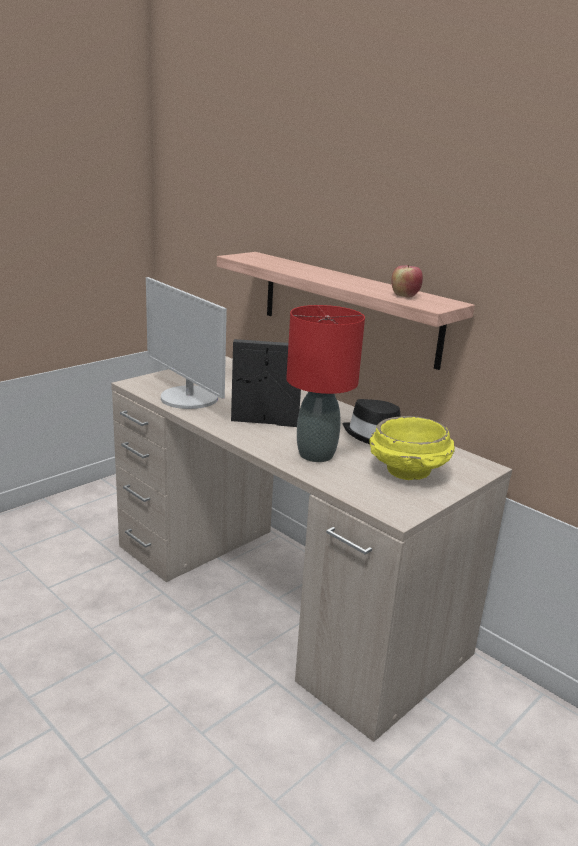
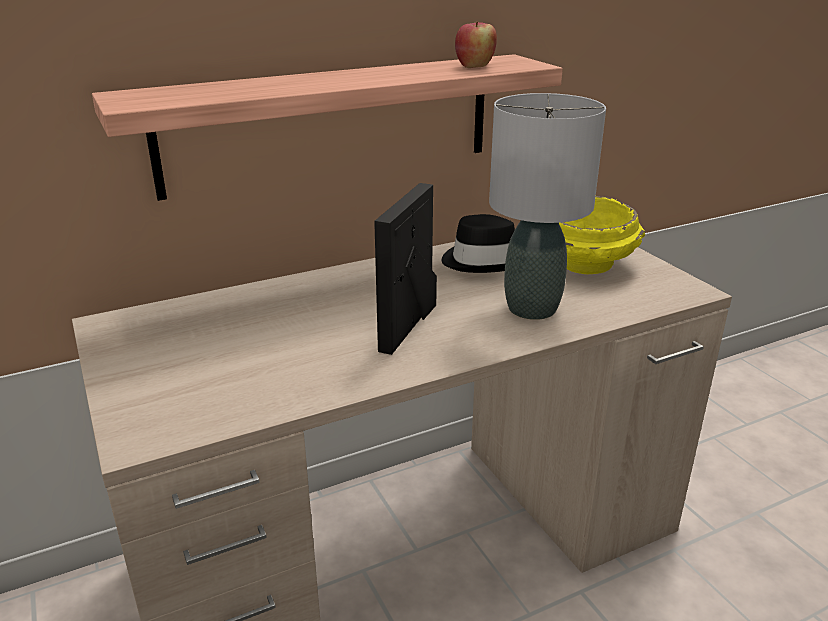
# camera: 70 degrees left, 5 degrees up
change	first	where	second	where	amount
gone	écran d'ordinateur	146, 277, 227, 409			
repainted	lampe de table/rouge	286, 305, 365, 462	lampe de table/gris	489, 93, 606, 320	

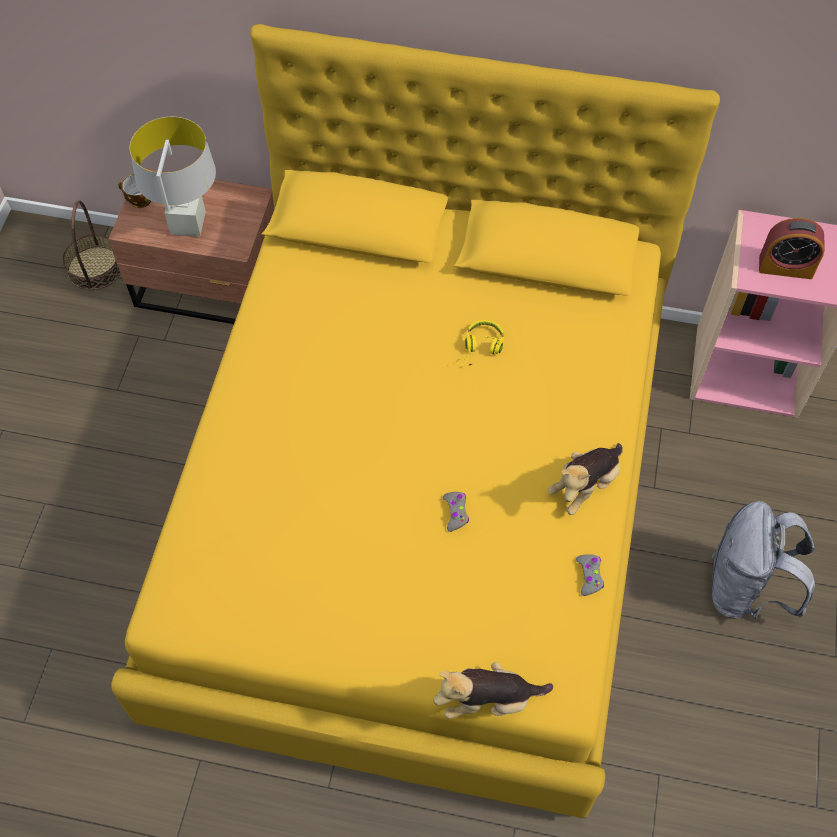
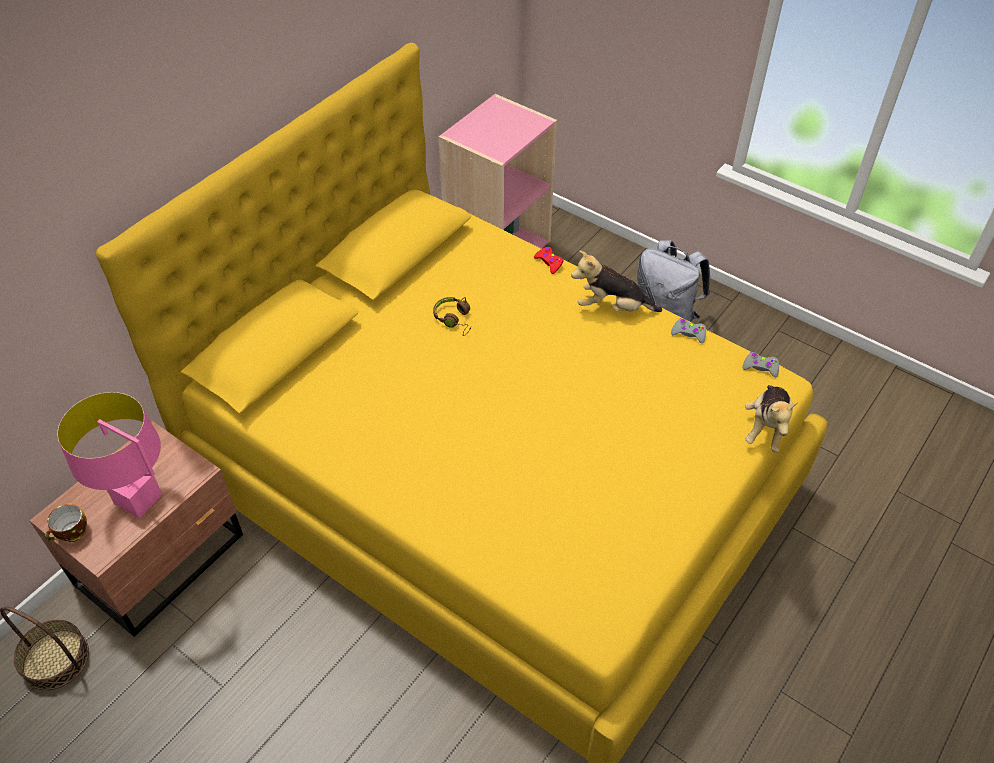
# camera: 65 degrees left, 10 degrees down
change	first	where	second	where	amount
repainted	lampe de table/gris	130, 117, 216, 237	lampe de table/rose	57, 392, 162, 518	
shifted	manette/gris	443, 492, 469, 532		742, 352, 779, 377	
repainted	casque audio/jaune	456, 320, 504, 366	casque audio/marron	433, 297, 472, 336	
rotated	peluche	548, 443, 623, 515		571, 251, 662, 312	120 degrees clockwise
gone	réveil	759, 218, 825, 279			
new			manette/rouge	534, 247, 564, 274	

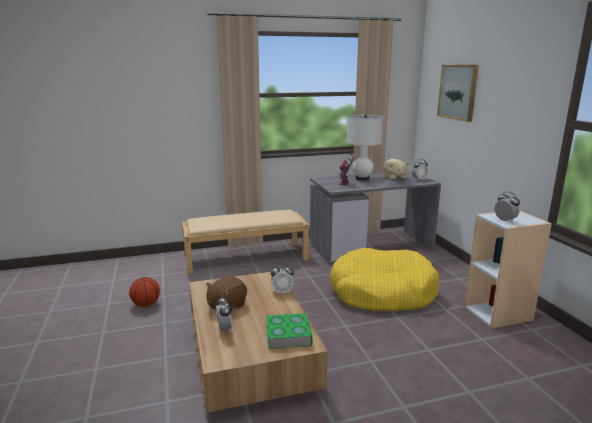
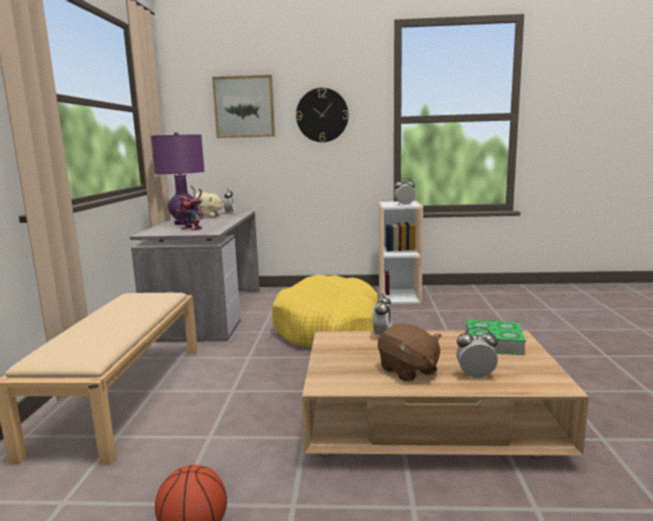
# camera: 70 degrees left, 5 degrees down
change	first	where	second	where	amount
repainted	lampe de table/blanc	347, 114, 383, 180	lampe de table/violet	151, 132, 205, 225	
new			horloge murale	296, 88, 349, 142	

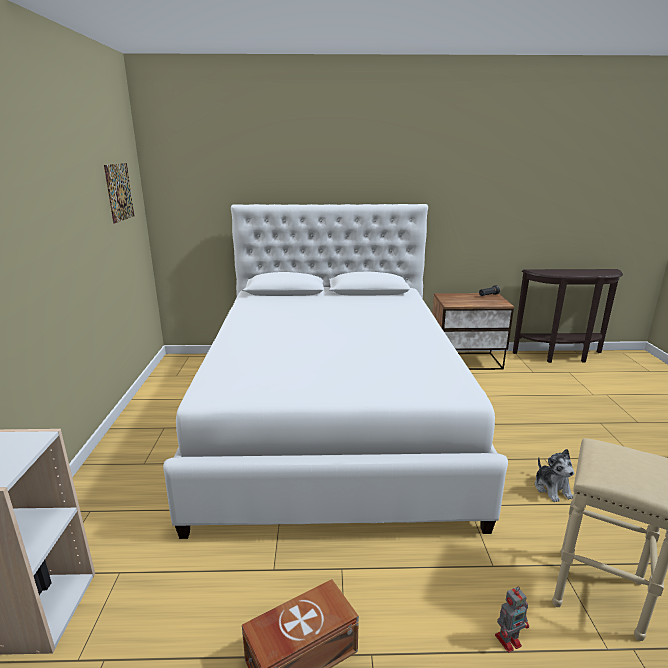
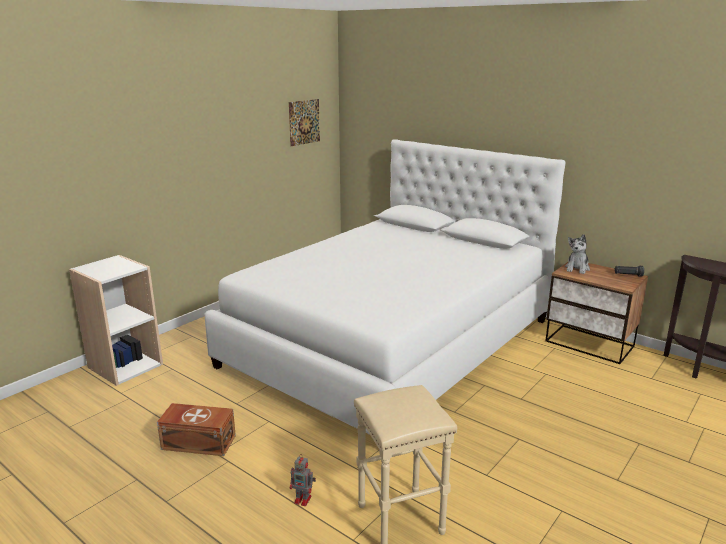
# camera: 40 degrees right, 0 degrees up
change	first	where	second	where	amount
shifted	peluche	535, 449, 574, 502		565, 234, 590, 274	

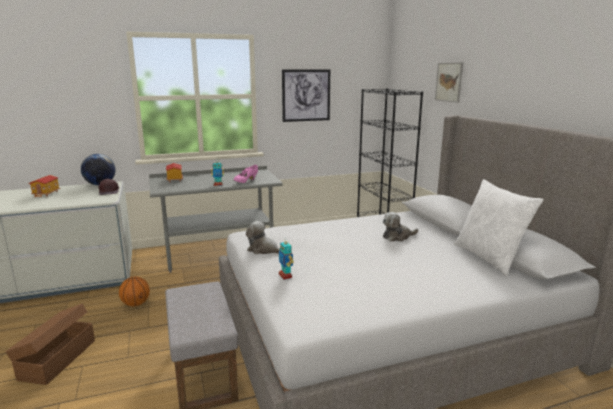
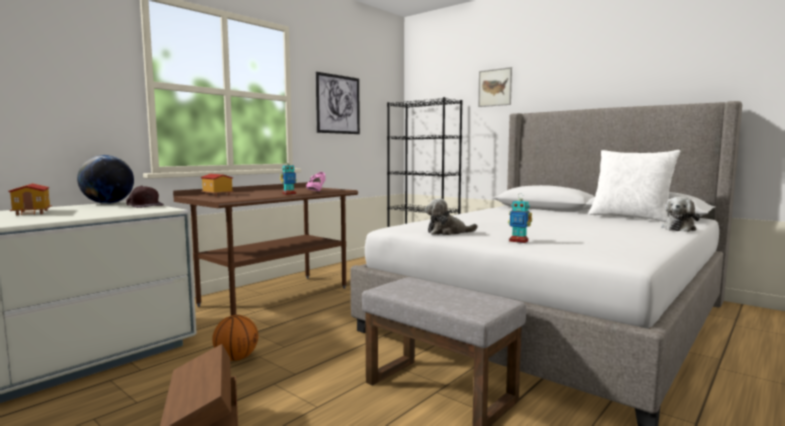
# camera: 30 degrees left, 10 degrees down
change	first	where	second	where	amount
repainted	bureau/gris	149, 166, 283, 273	bureau/marron	173, 182, 358, 316	
shifted	peluche	383, 212, 418, 241		661, 197, 700, 232	

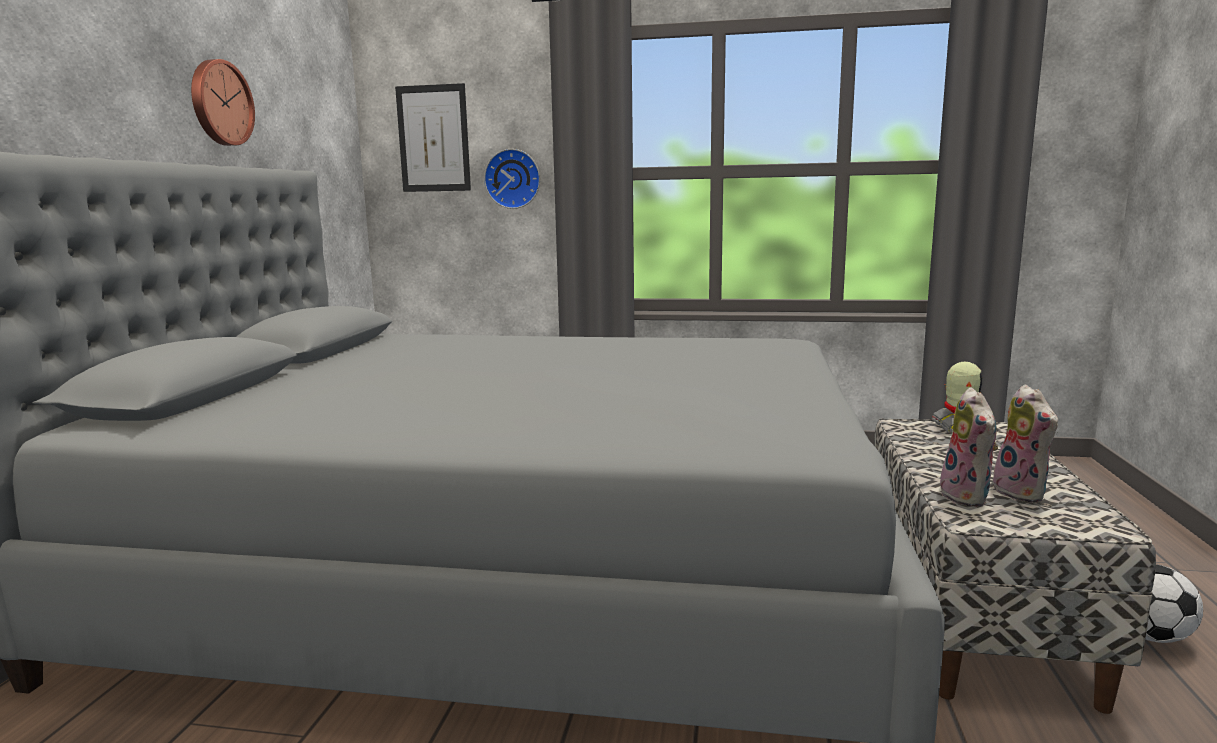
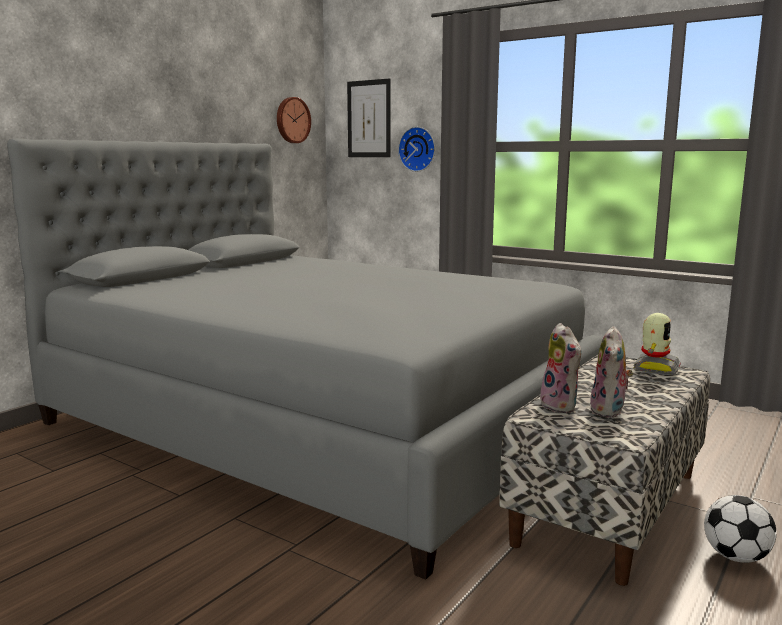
# camera: 25 degrees right, 0 degrees up
change	first	where	second	where	amount
shifted	horloge murale	191, 59, 255, 146		277, 97, 311, 143	
rotated	peluche	938, 387, 998, 507		540, 323, 581, 413	45 degrees counterclockwise

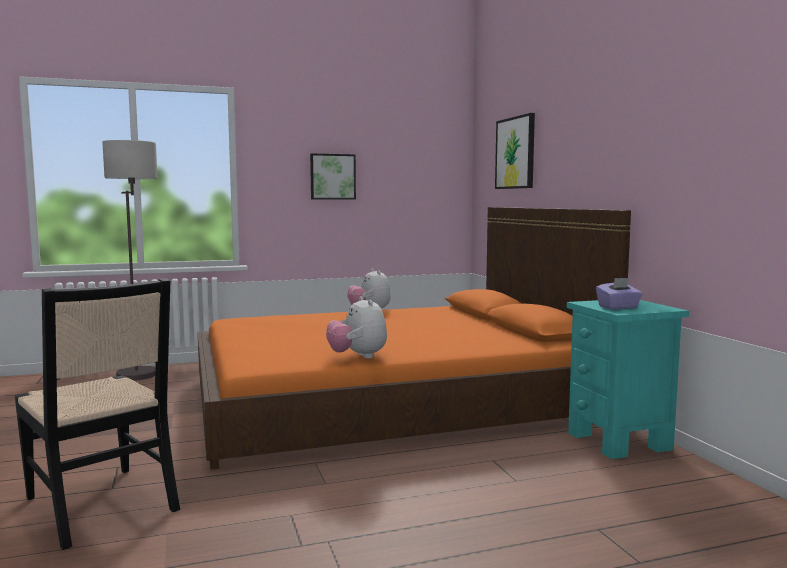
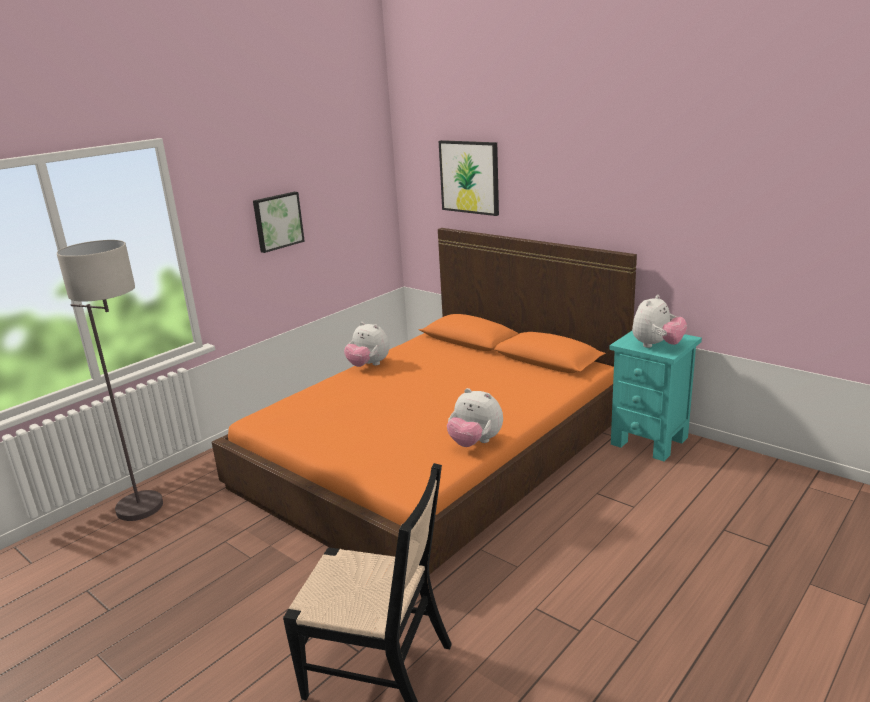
# camera: 30 degrees left, 15 degrees up
change	first	where	second	where	amount
swapped	boîte à mouchoirs/violet	596, 278, 643, 309	peluche	632, 295, 687, 348	

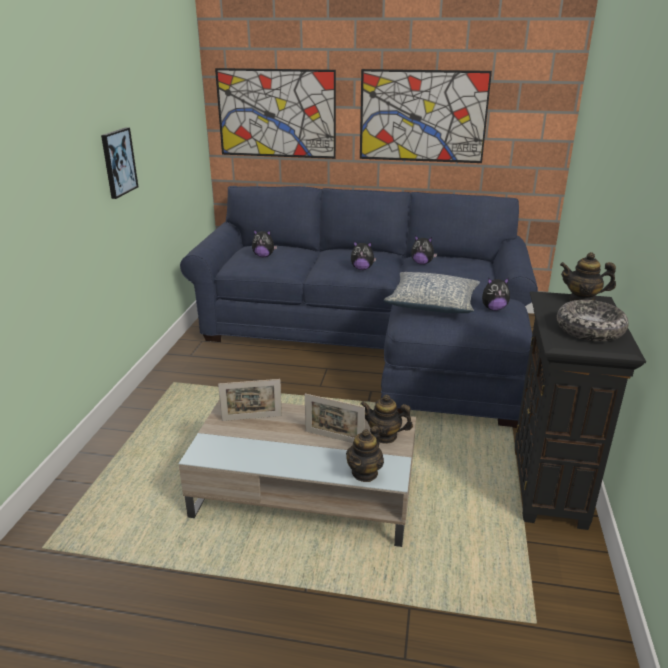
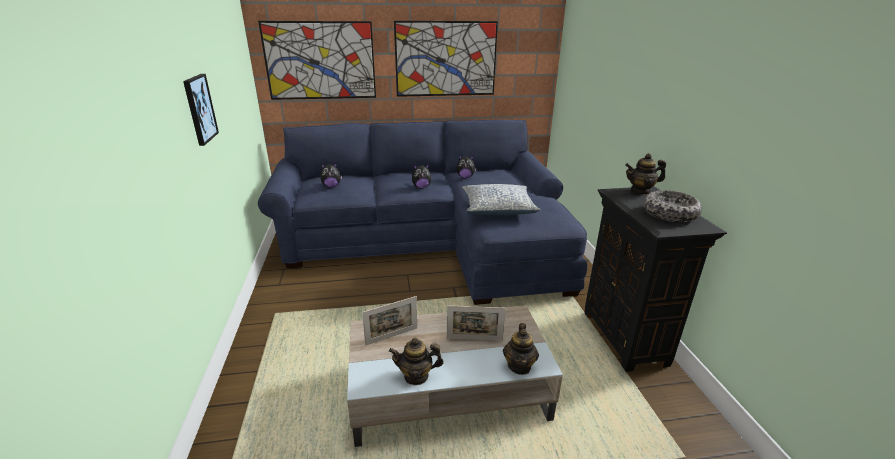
# camera: 20 degrees left, 0 degrees up
change	first	where	second	where	amount
shifted	théière	361, 395, 413, 444		389, 338, 444, 385	
gone	peluche	482, 278, 510, 311			

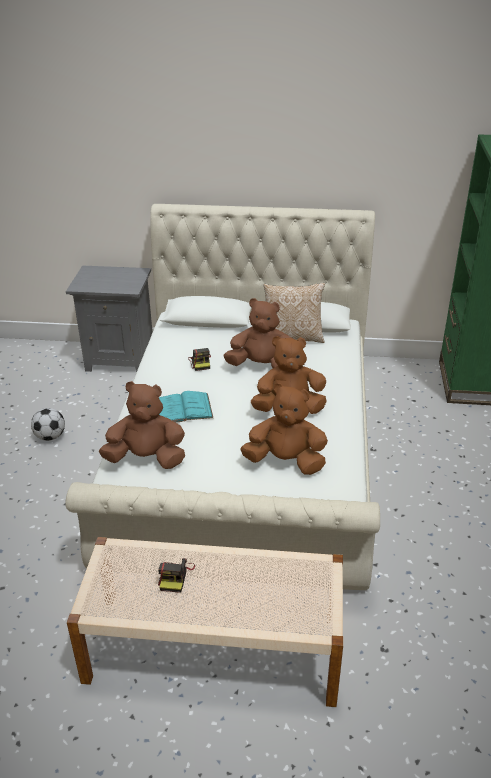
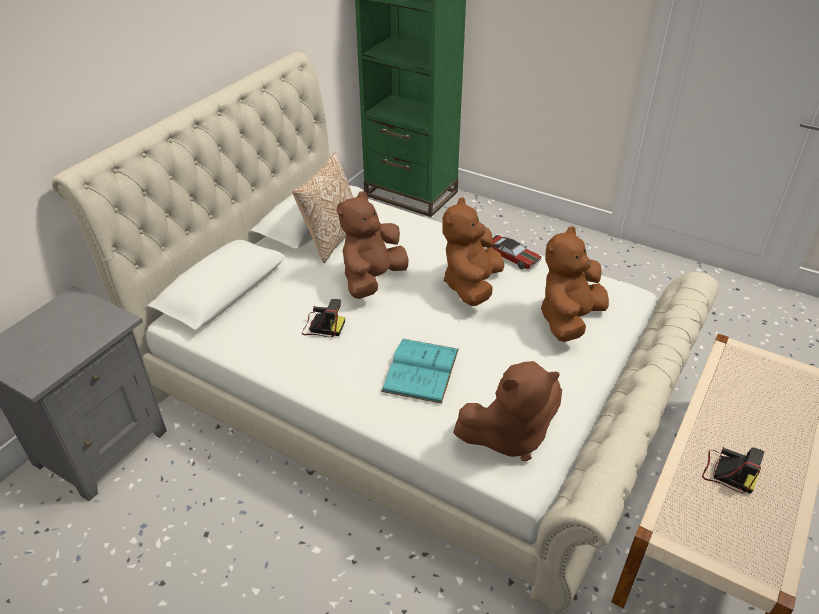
# camera: 65 degrees left, 5 degrees up
change	first	where	second	where	amount
gone	ballon de foot	31, 408, 65, 441			
rotated	peluche/marron	99, 381, 185, 469		453, 361, 562, 462	135 degrees counterclockwise
new			petite voiture	487, 235, 541, 269	

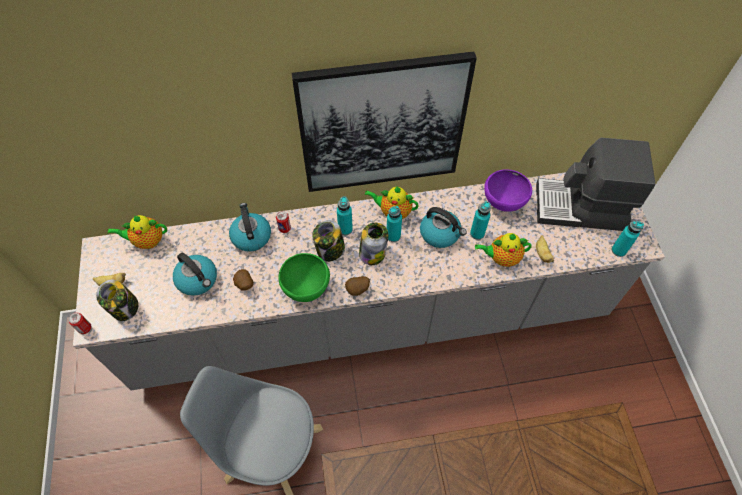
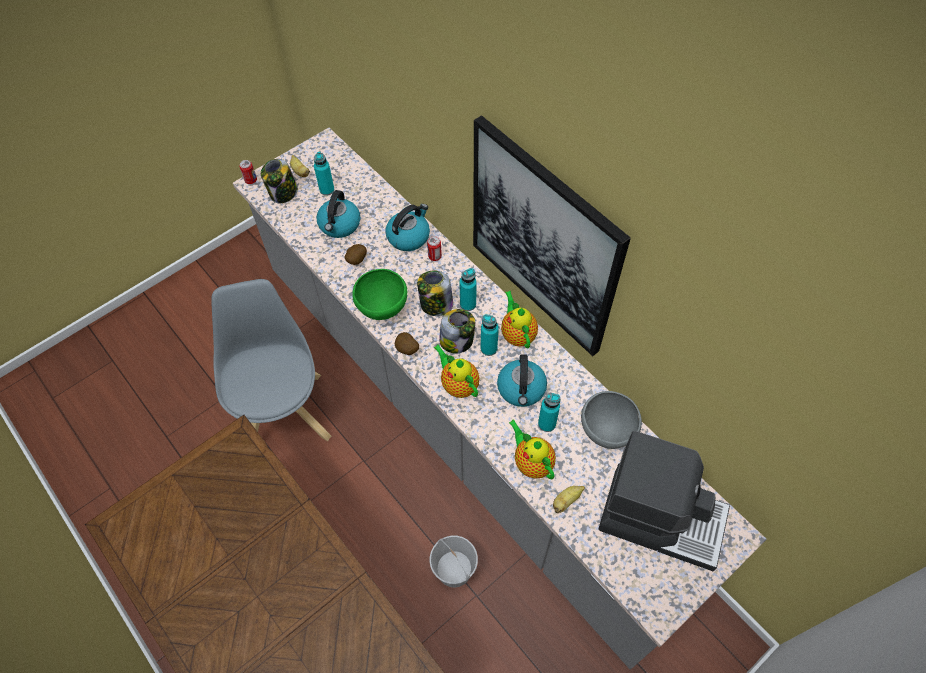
# camera: 60 degrees right, 0 degrees up
change	first	where	second	where	amount
shifted	théière	107, 215, 167, 249		433, 345, 480, 398	
repainted	bol/violet	484, 170, 532, 212	bol/gris	581, 391, 642, 449	
rotated	machine à café	536, 138, 655, 231		599, 431, 730, 571	135 degrees clockwise
shifted	bouteille/turquoise	612, 221, 644, 257		314, 152, 335, 196	
new			seau/blanc	429, 535, 478, 587	

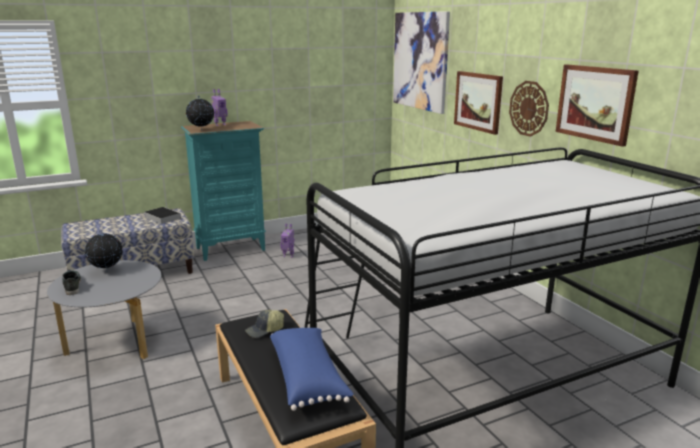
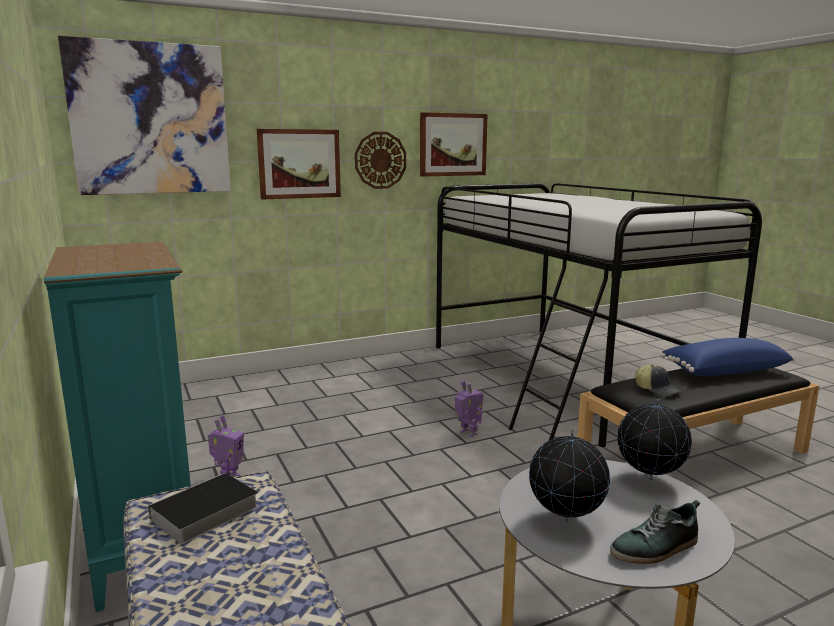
# camera: 90 degrees left, 5 degrees down
change	first	where	second	where	amount
shifted	globe	186, 95, 214, 130		617, 398, 692, 480	
shifted	robot jouet	211, 89, 228, 126		455, 380, 484, 437	

